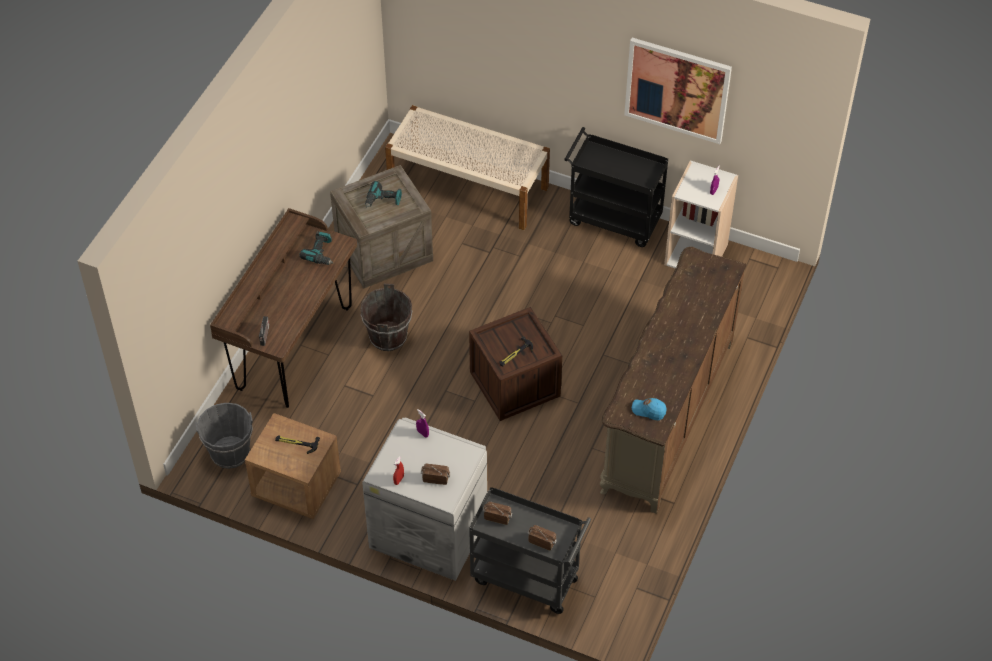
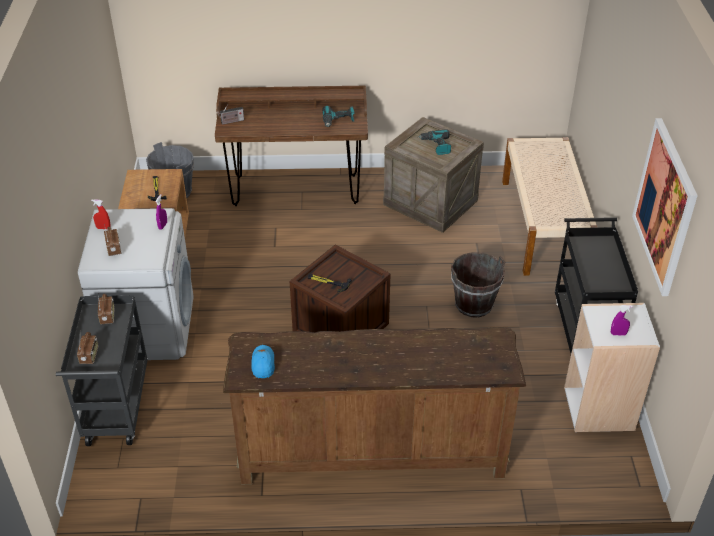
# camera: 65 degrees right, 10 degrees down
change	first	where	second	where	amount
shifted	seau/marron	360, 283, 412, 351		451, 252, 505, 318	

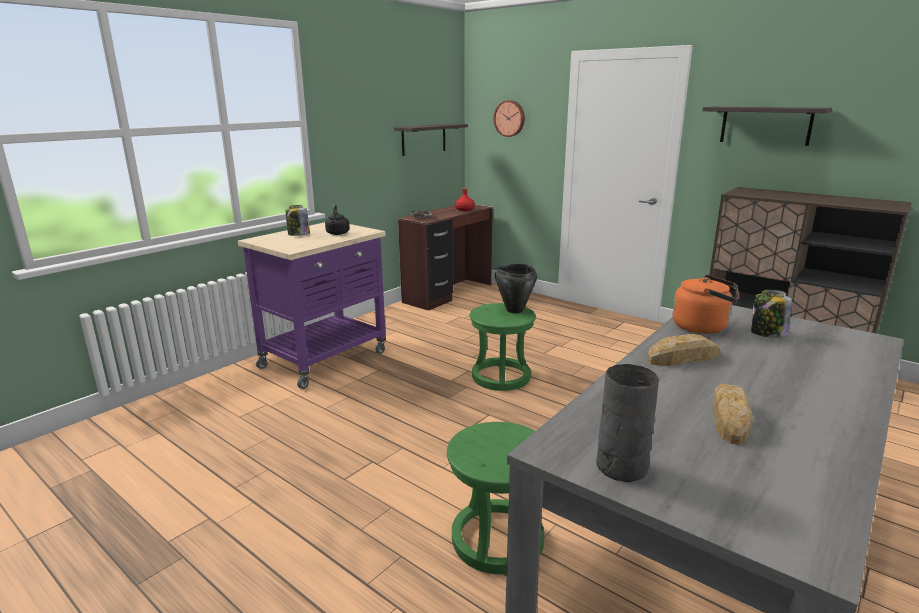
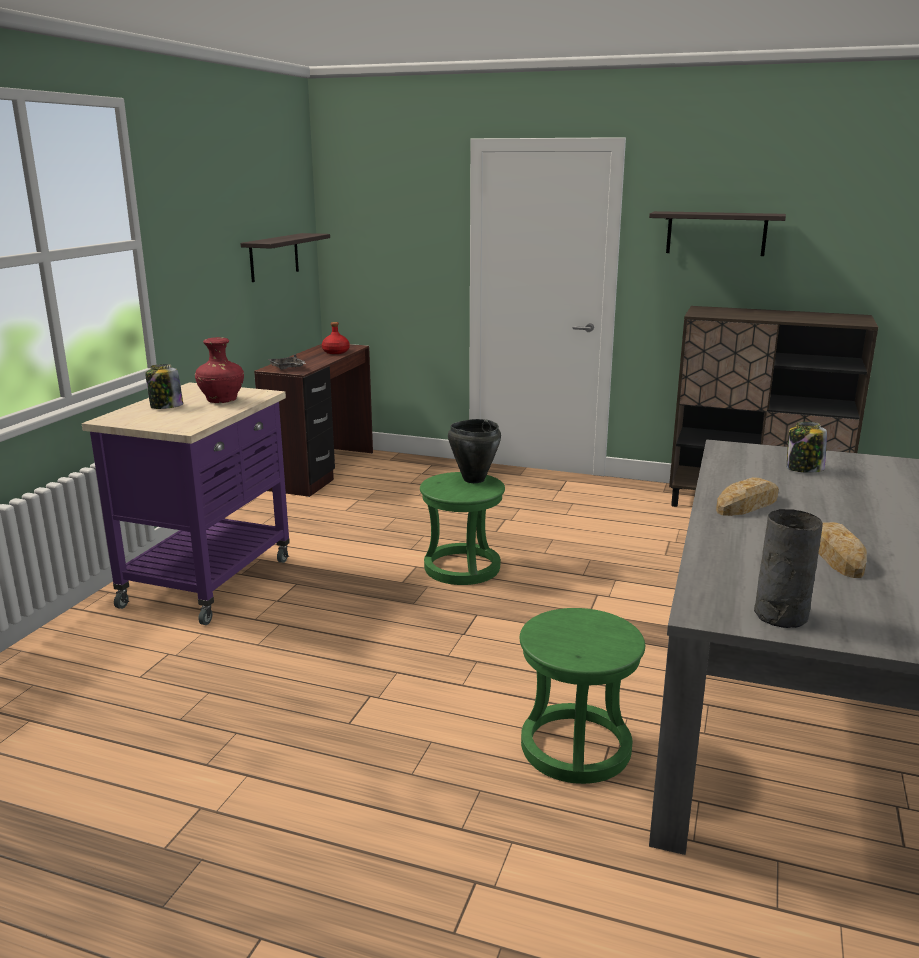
# camera: 20 degrees left, 0 degrees up
change	first	where	second	where	amount
swapped	bouilloire/noir	325, 204, 350, 235	vase/rouge	195, 337, 244, 403	
gone	horloge murale	494, 100, 525, 137			
gone	bouilloire/orange	672, 275, 739, 334			

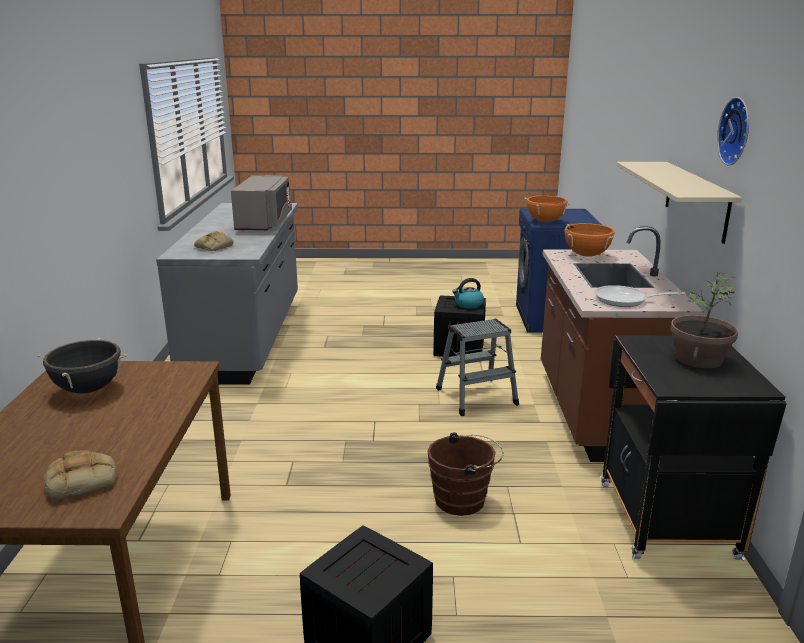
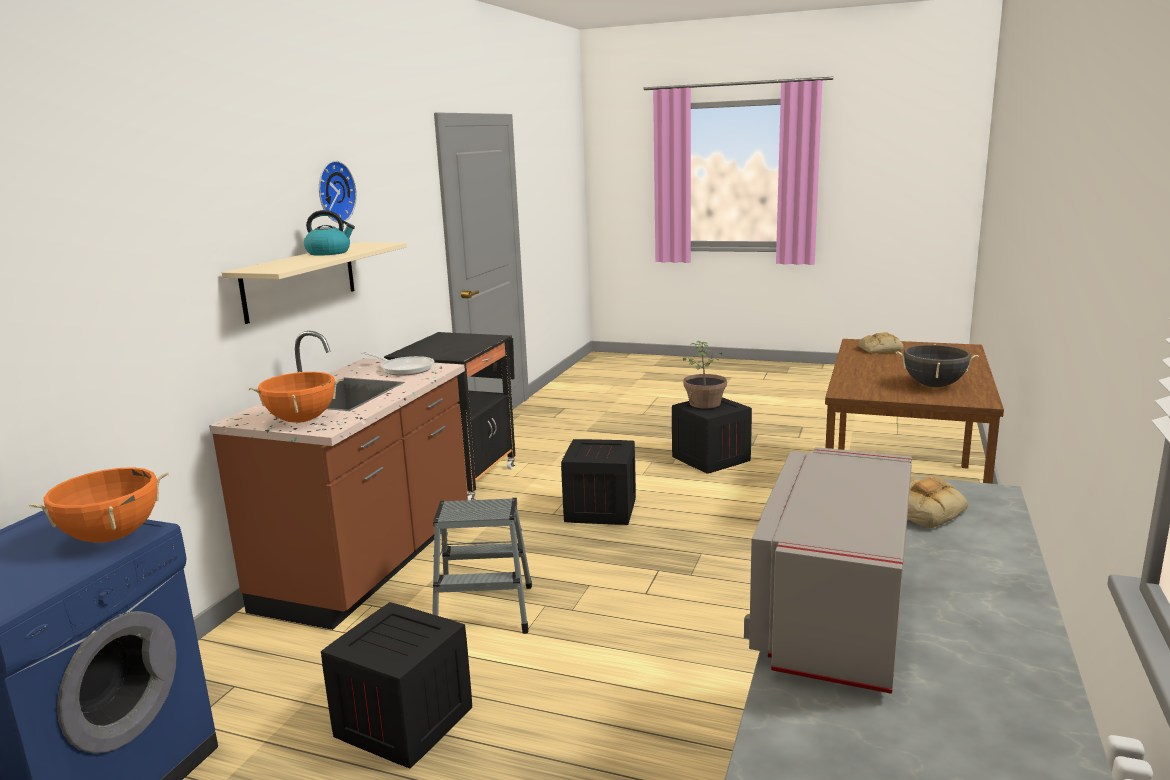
# camera: 160 degrees left, 5 degrees down
change	first	where	second	where	amount
swapped	seau/marron	428, 432, 504, 516	caisse	561, 439, 636, 525	
shifted	bouilloire	452, 278, 484, 309		304, 210, 355, 256	
shifted	plante en pot	671, 272, 738, 368		683, 341, 727, 408	

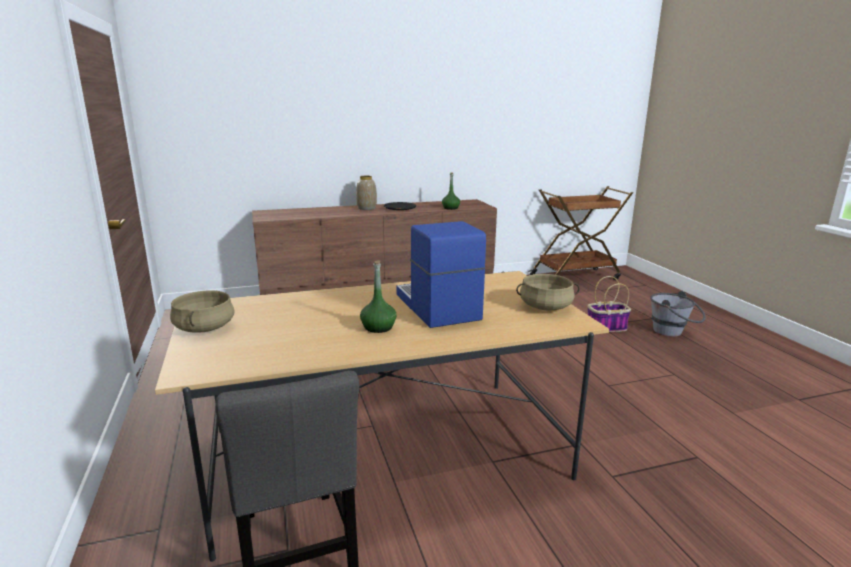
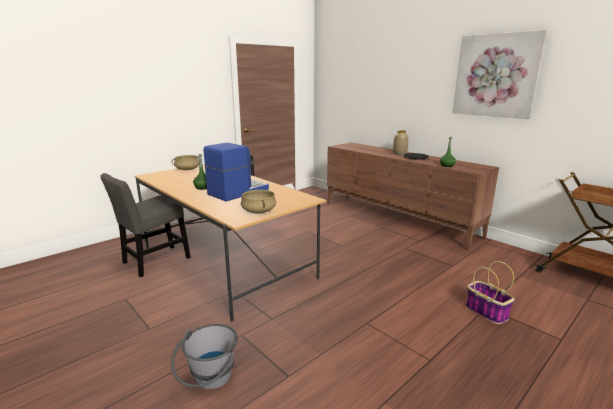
# camera: 65 degrees right, 0 degrees up
change	first	where	second	where	amount
shifted	seau/gris	650, 291, 706, 337		171, 324, 238, 390	
new			tableau	452, 30, 548, 119	

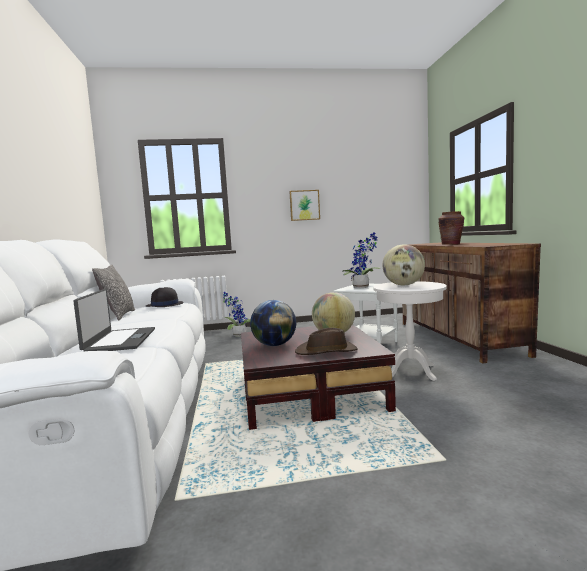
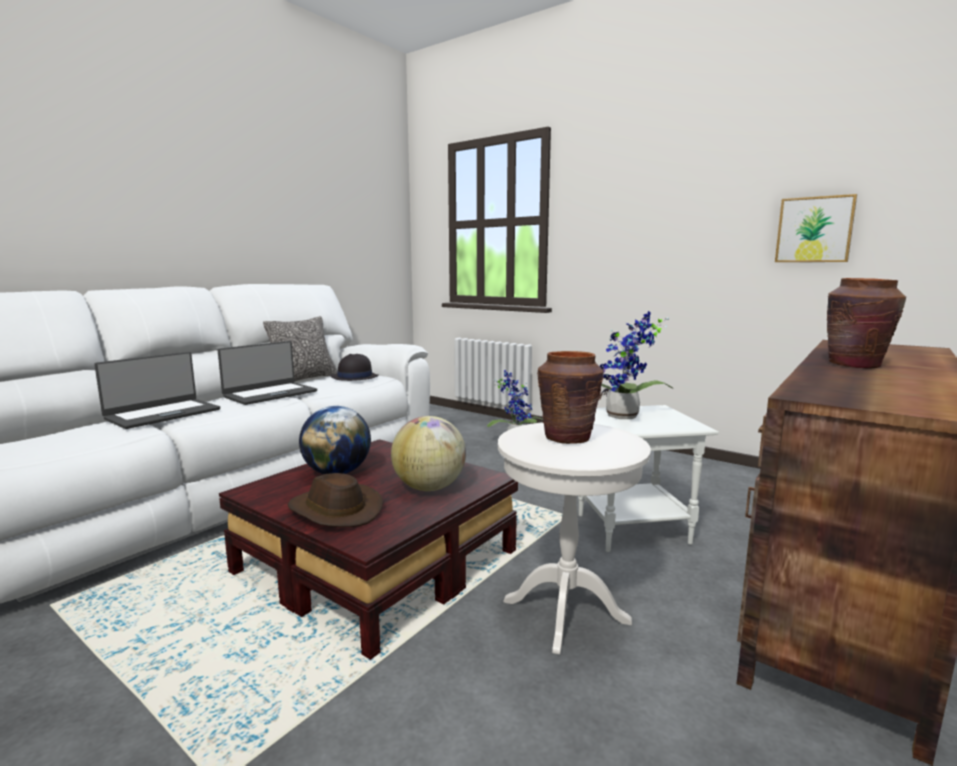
# camera: 45 degrees right, 5 degrees up
change	first	where	second	where	amount
shifted	tableau	289, 190, 320, 221		775, 194, 857, 262	
swapped	globe	382, 244, 425, 285	vase/marron	537, 351, 604, 444	
new			ordinateur portable	218, 341, 317, 405	

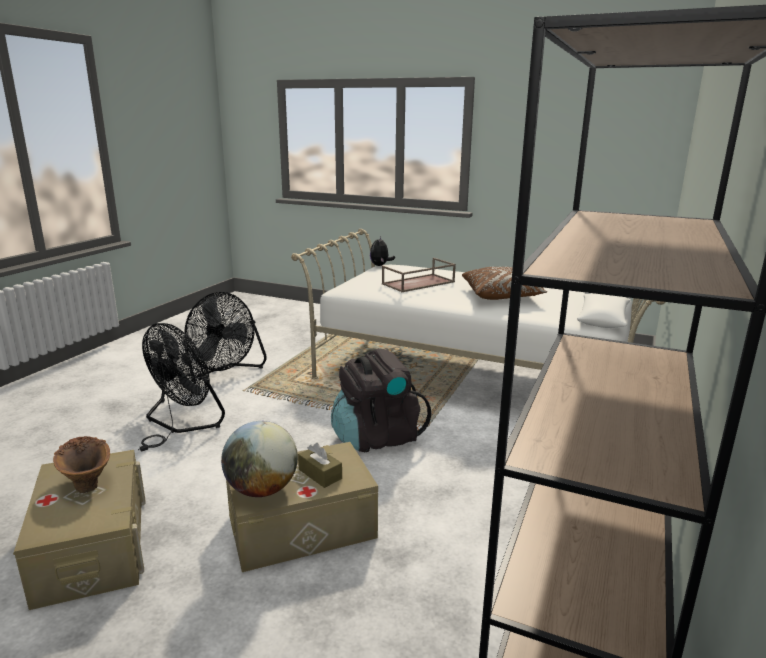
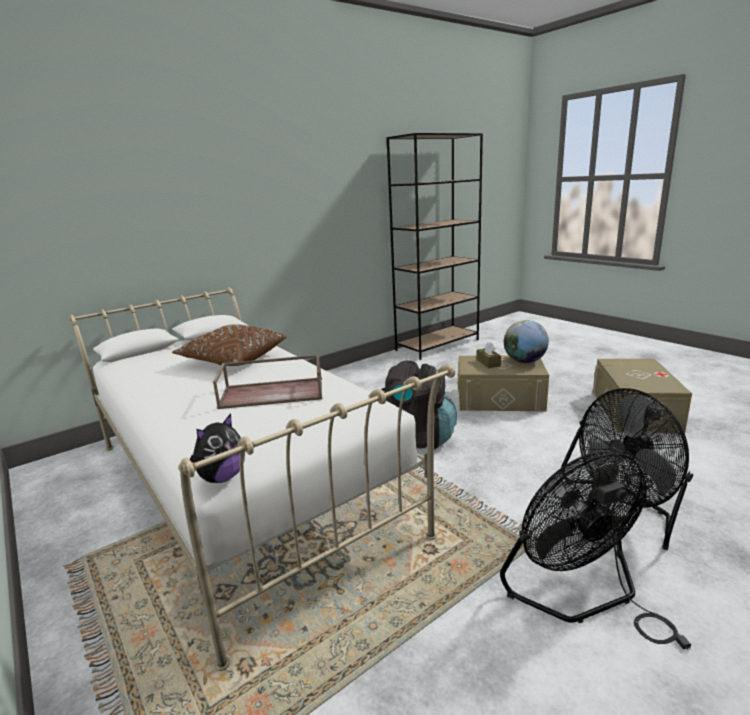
# camera: 150 degrees left, 0 degrees up
change	first	where	second	where	amount
gone	vase/marron	53, 436, 110, 493			

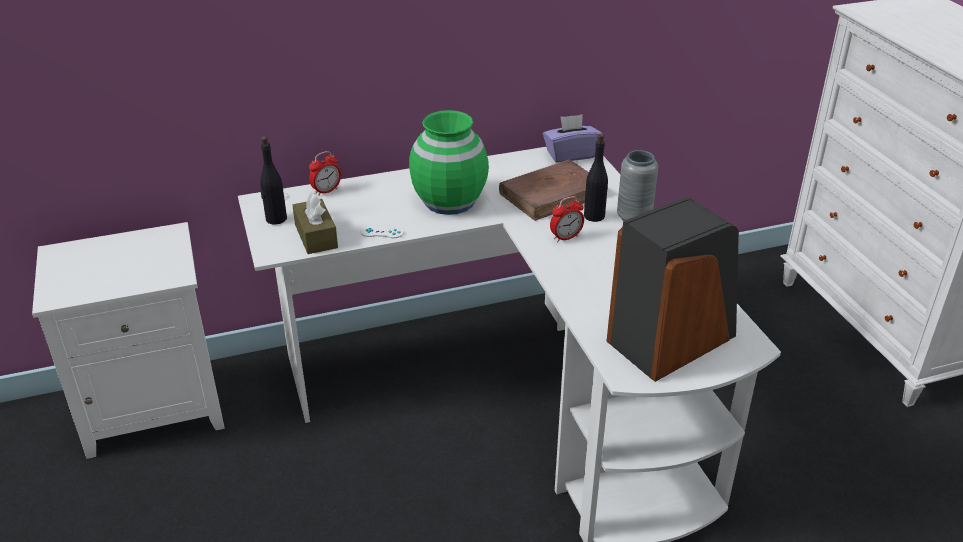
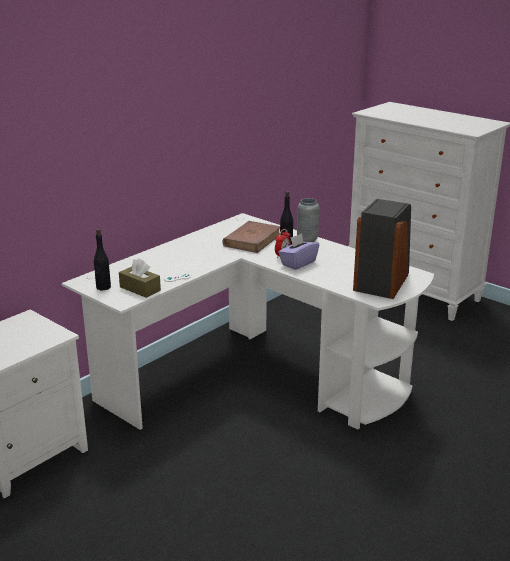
# camera: 30 degrees left, 10 degrees down
change	first	where	second	where	amount
gone	réveil	309, 151, 341, 196			
gone	vase/vert	409, 110, 489, 215			
shifted	boîte à mouchoirs/violet	543, 114, 603, 163		278, 233, 319, 270	

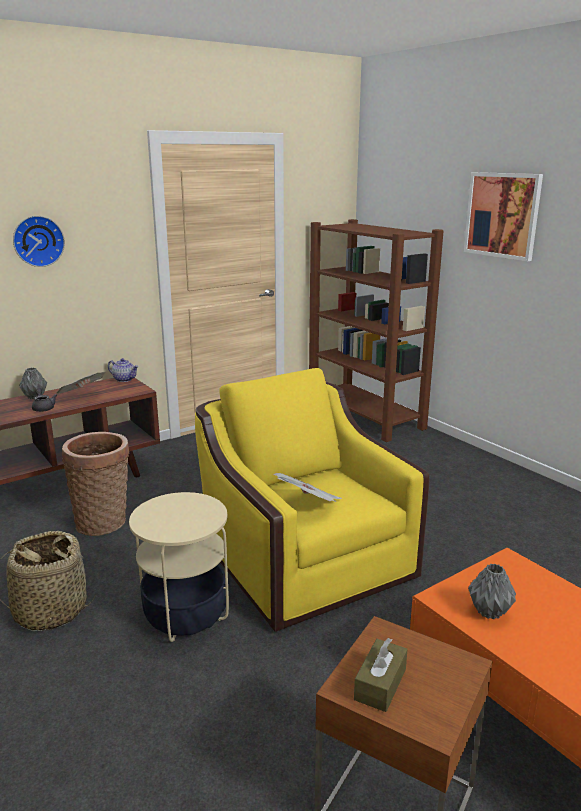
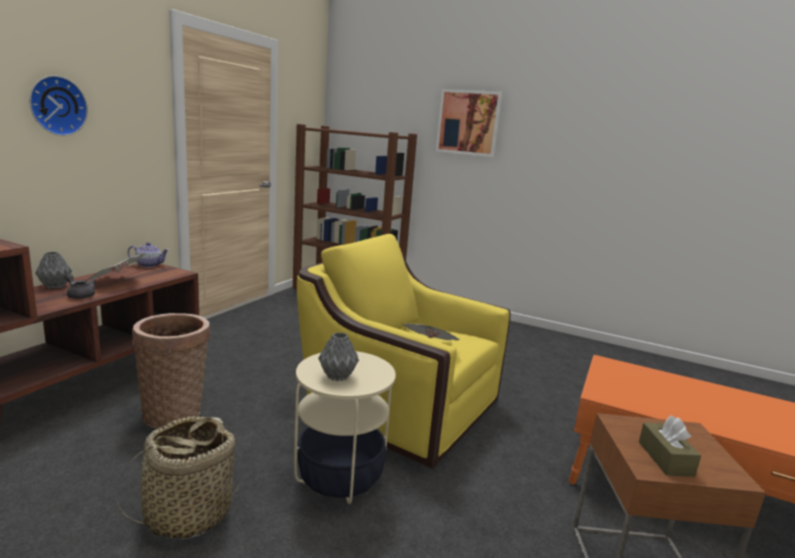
# camera: 30 degrees left, 5 degrees down
change	first	where	second	where	amount
shifted	vase/gris	468, 564, 516, 620		318, 332, 359, 381	

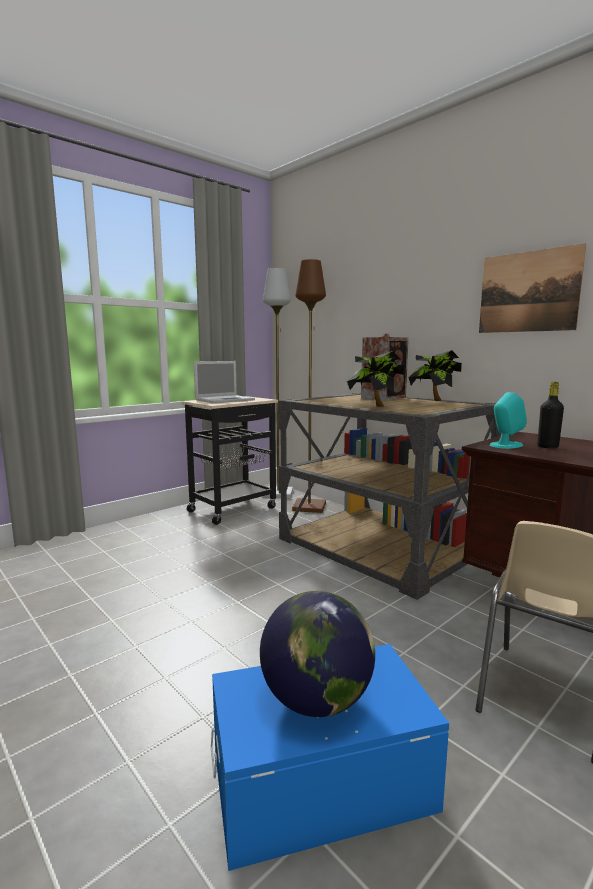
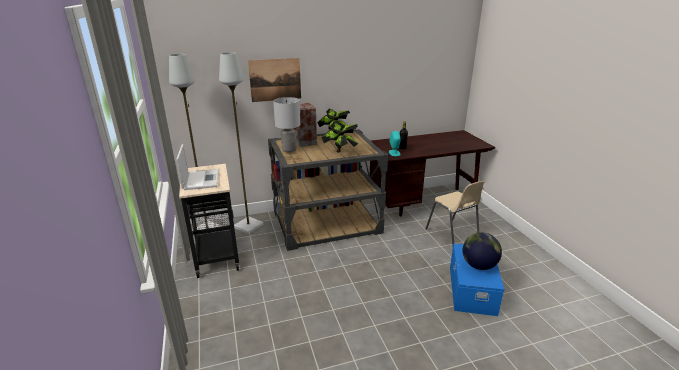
# camera: 65 degrees left, 15 degrees up
change	first	where	second	where	amount
repainted	lampadaire/marron	292, 259, 326, 513	lampadaire/gris	219, 52, 264, 234	
shifted	tableau	479, 243, 586, 333		248, 58, 301, 102	
new			lampe de table/gris	273, 97, 300, 153	

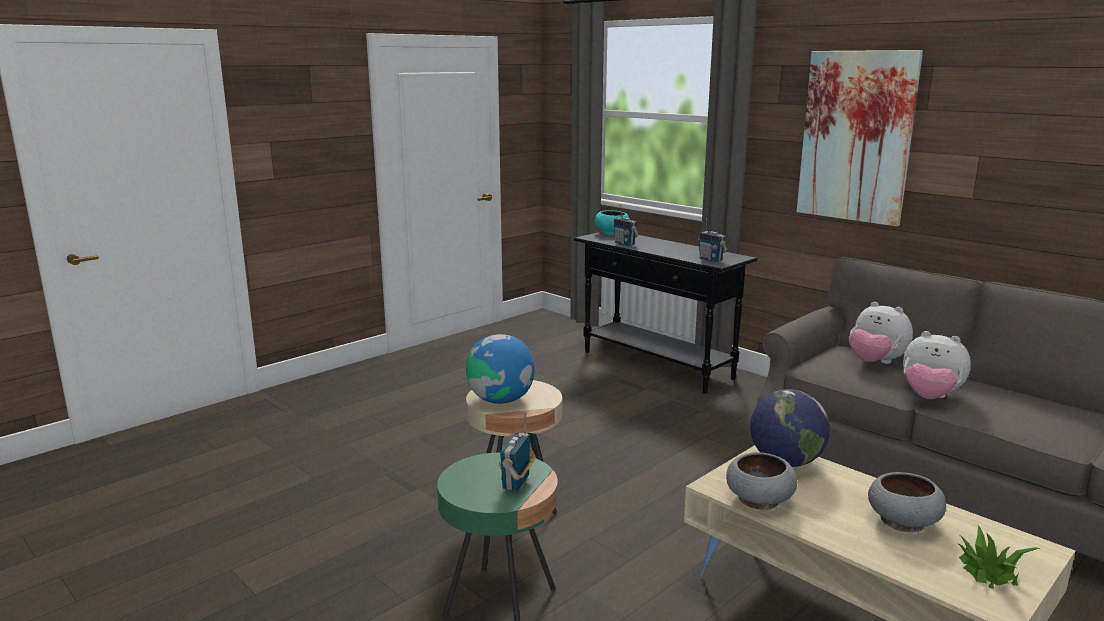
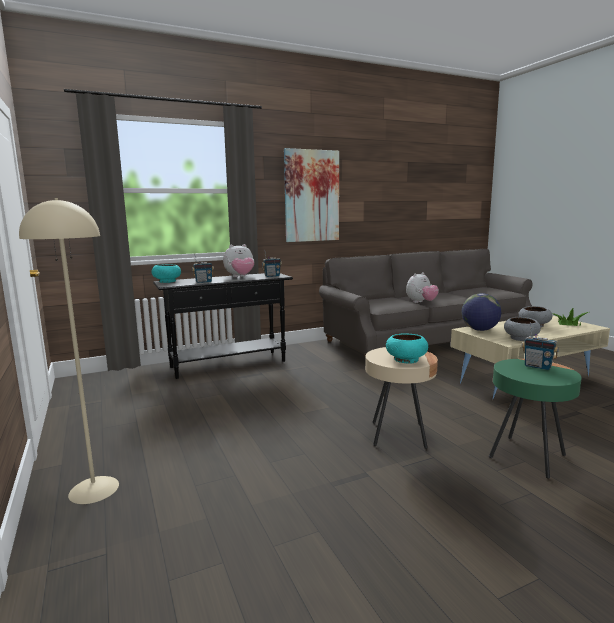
# camera: 70 degrees left, 5 degrees down
change	first	where	second	where	amount
swapped	globe	466, 334, 535, 404	bol/turquoise	386, 333, 428, 364	
shifted	peluche	849, 302, 913, 364		223, 244, 254, 277	
new			lampadaire/beige	19, 198, 119, 504	

